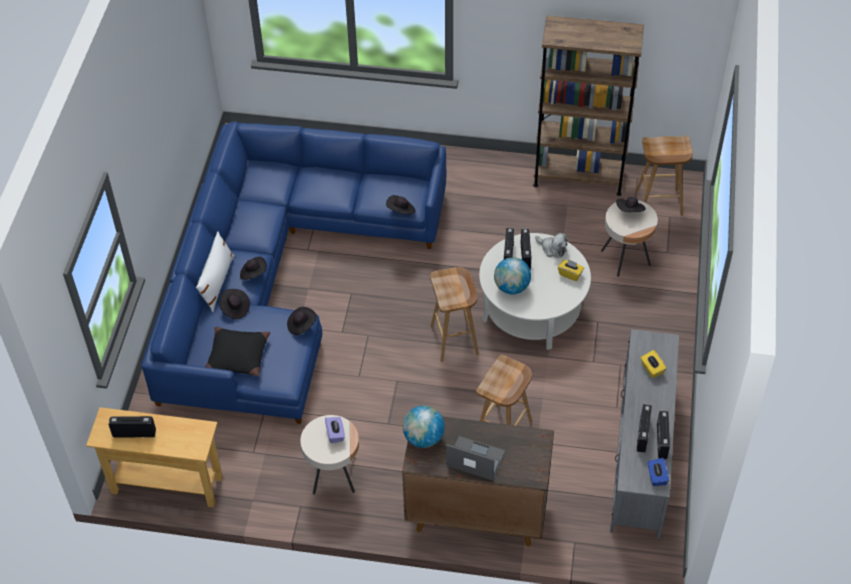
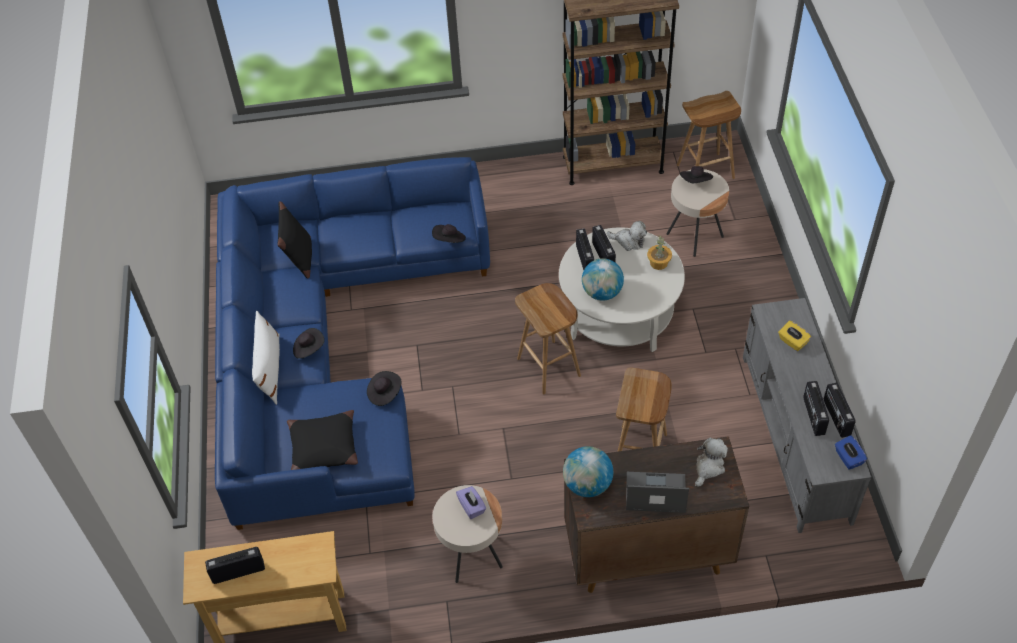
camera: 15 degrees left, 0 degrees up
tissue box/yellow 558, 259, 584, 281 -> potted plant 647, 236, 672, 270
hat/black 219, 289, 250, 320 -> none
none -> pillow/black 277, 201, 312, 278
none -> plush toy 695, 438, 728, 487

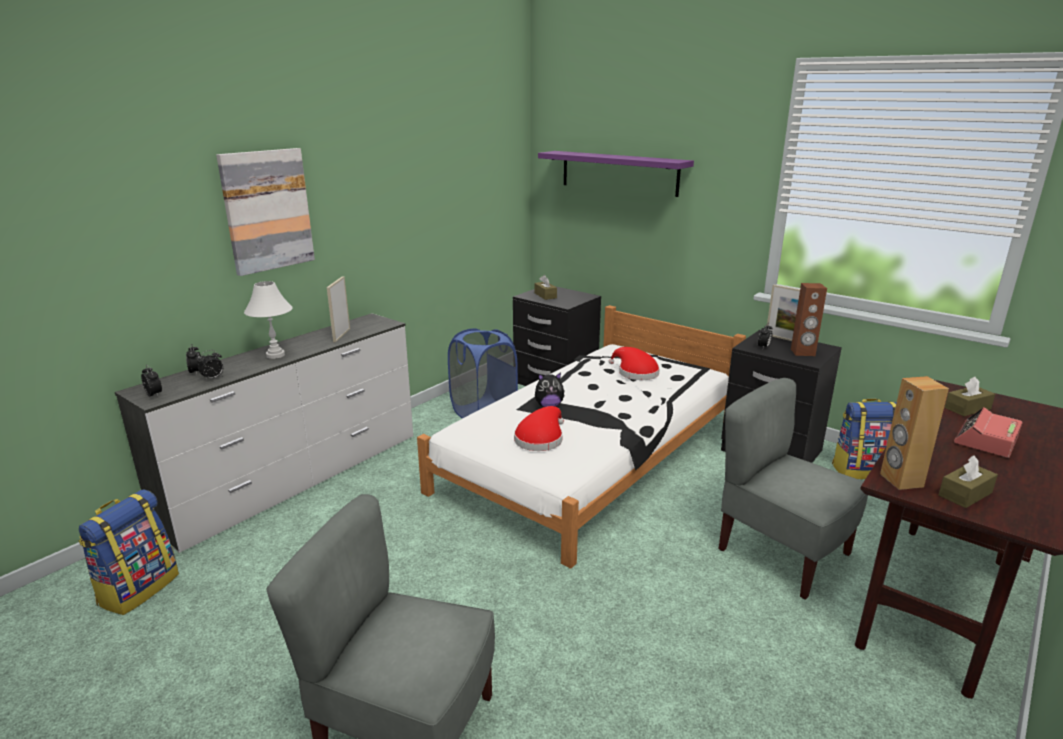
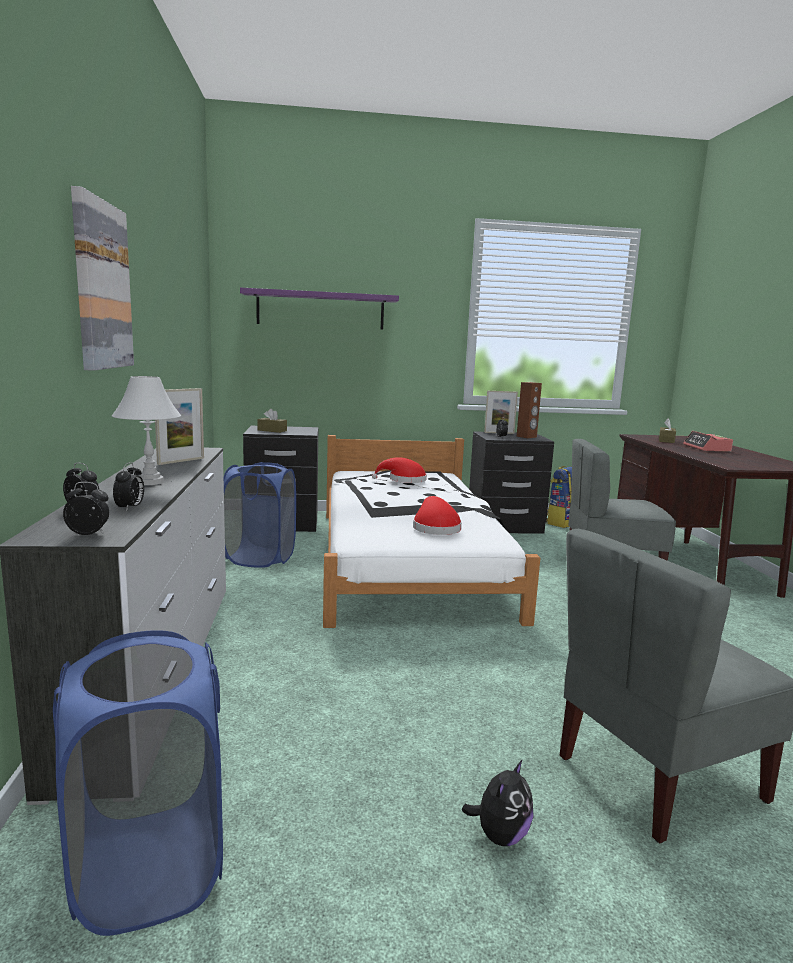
camera: 45 degrees left, 10 degrees down
picture frame 327, 276, 350, 342 -> picture frame 155, 388, 204, 465, 105 degrees counterclockwise
plush toy 535, 372, 565, 407 -> plush toy 462, 759, 534, 846, relocated
speaker/brown 880, 376, 949, 490 -> none
tissue box/brown 939, 455, 998, 508 -> none
backpack 78, 490, 179, 615 -> laundry basket/blue 53, 630, 223, 936

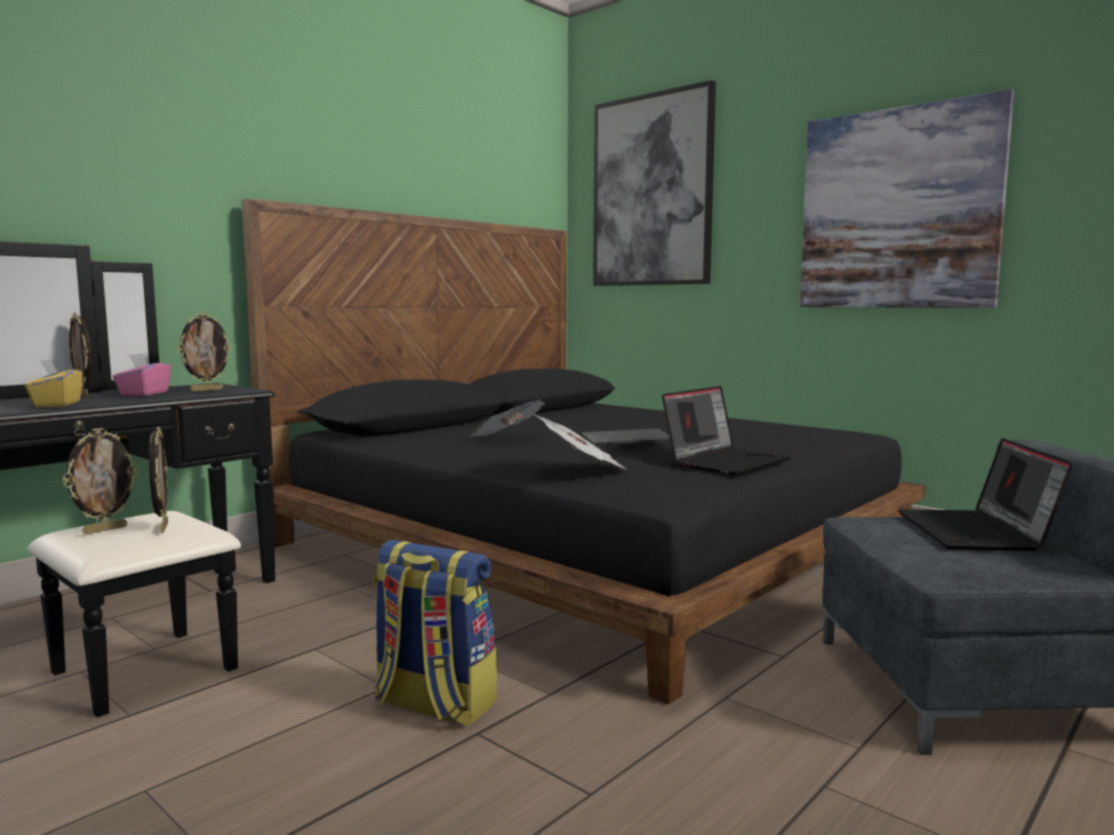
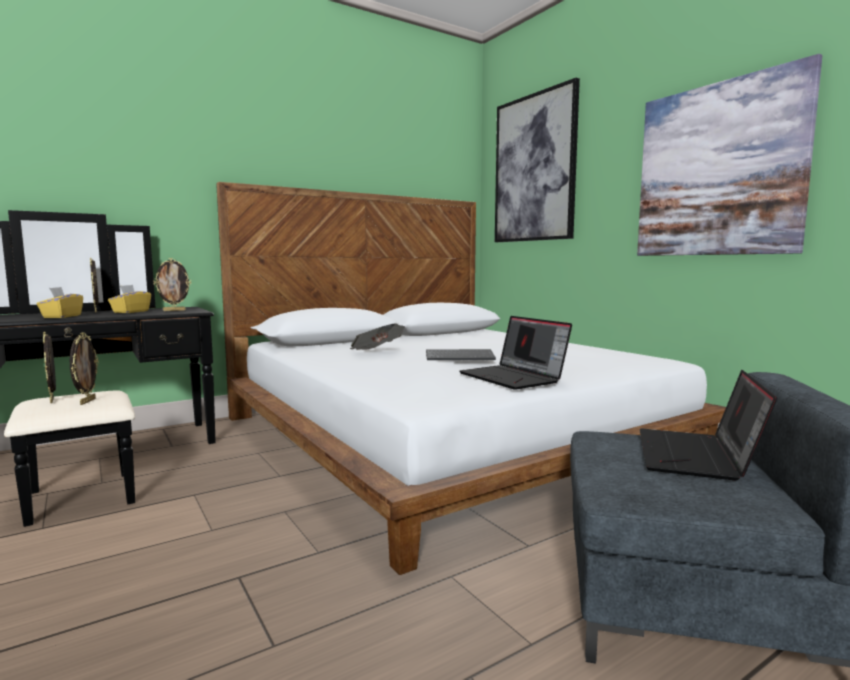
camera: 15 degrees right, 0 degrees up
bed/black 242, 199, 926, 704 -> bed/white 216, 182, 726, 575
tissue box/pink 113, 353, 171, 396 -> tissue box/yellow 108, 285, 151, 313
laptop 662, 386, 791, 475 -> laptop 459, 316, 572, 390, 90 degrees clockwise
newspaper 532, 414, 629, 470 -> none
picture frame 62, 428, 139, 534 -> picture frame 43, 332, 56, 403, 90 degrees clockwise
backpack 373, 540, 497, 726 -> none

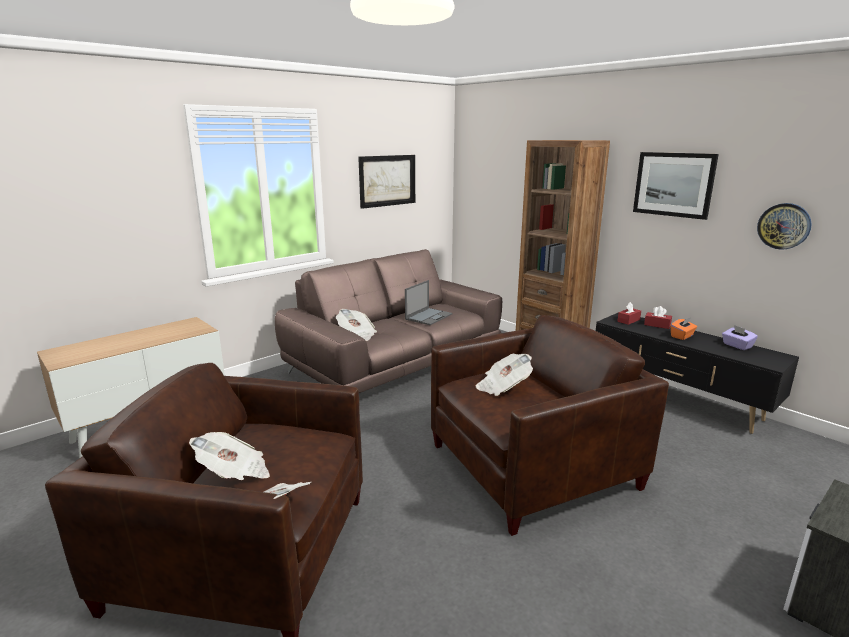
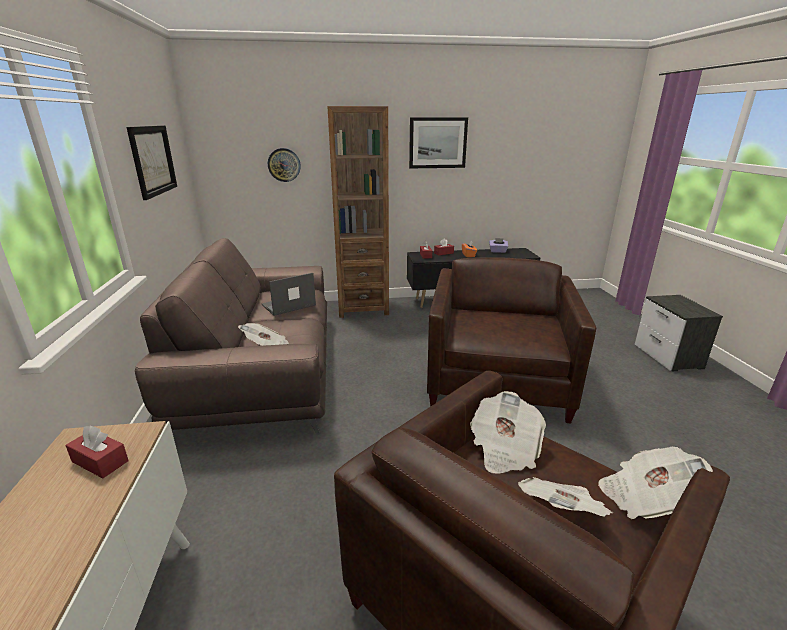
camera: 55 degrees left, 5 degrees up
wall clock 757, 203, 812, 250 -> wall clock 268, 148, 301, 182, relocated
laptop 405, 280, 453, 325 -> laptop 261, 273, 316, 316, 105 degrees counterclockwise
newspaper 476, 353, 533, 396 -> newspaper 470, 391, 546, 474, relocated
none -> tissue box/red 65, 426, 129, 478

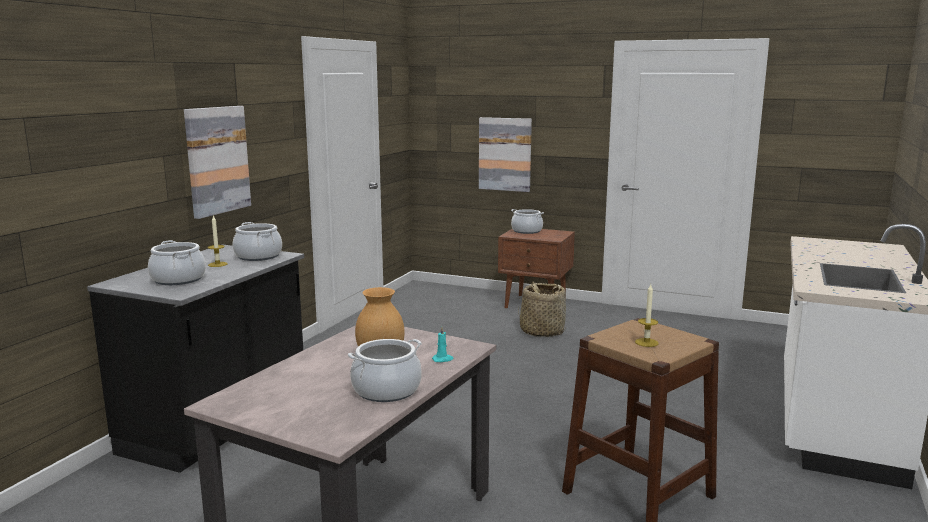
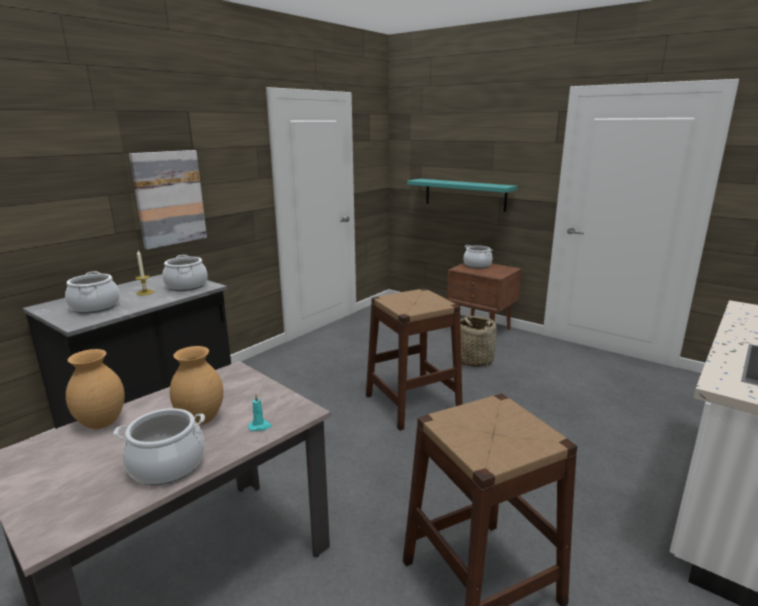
camera: 15 degrees right, 5 degrees up
picture 479, 117, 532, 192 -> shelf/turquoise 407, 179, 517, 212
candle 635, 284, 659, 347 -> none
none -> stool/brown 366, 289, 463, 431
none -> vase/brown 66, 349, 125, 429

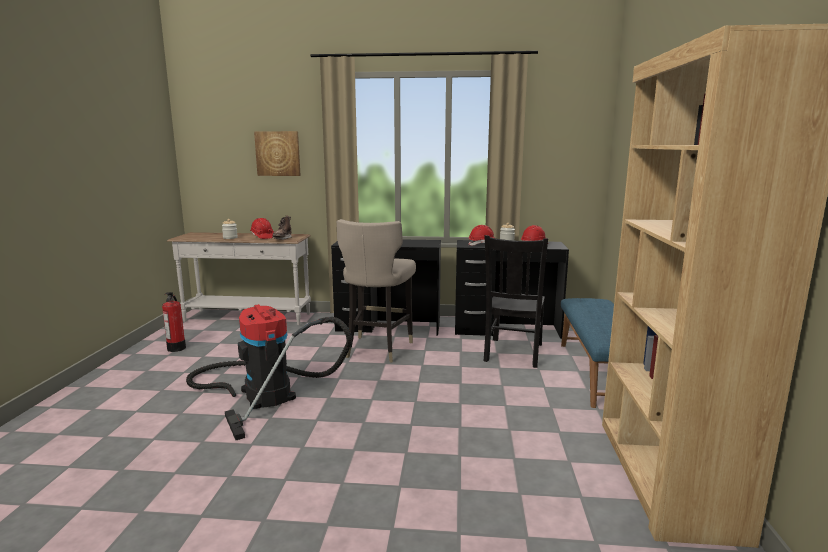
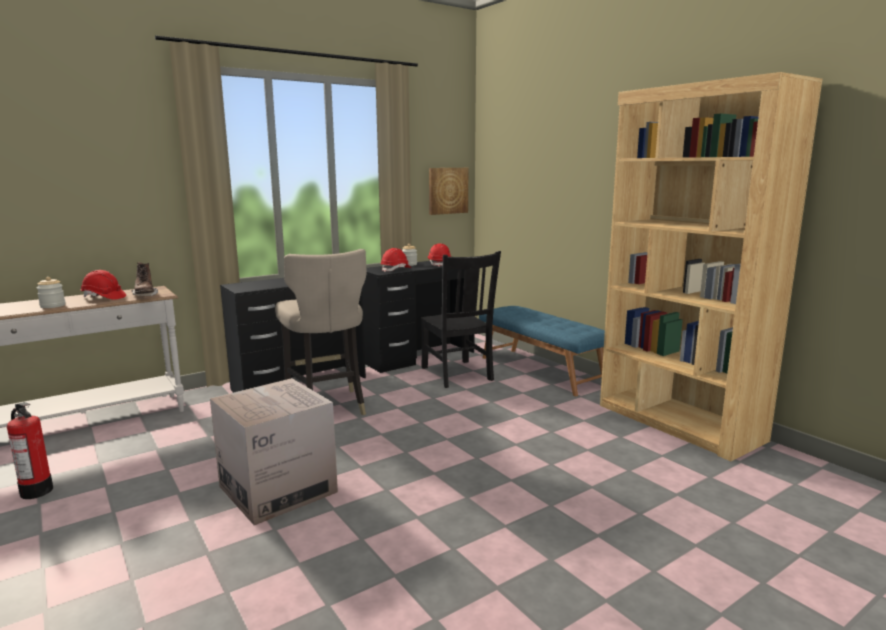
camera: 40 degrees left, 0 degrees up
picture 254, 131, 301, 176 -> picture 429, 168, 468, 215, relocated
vacuum cleaner 186, 304, 352, 440 -> cardboard box 210, 378, 338, 525

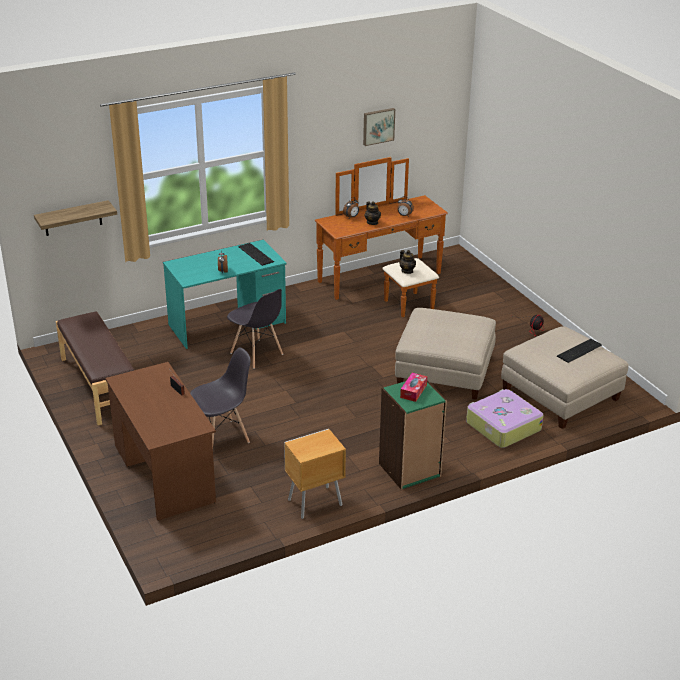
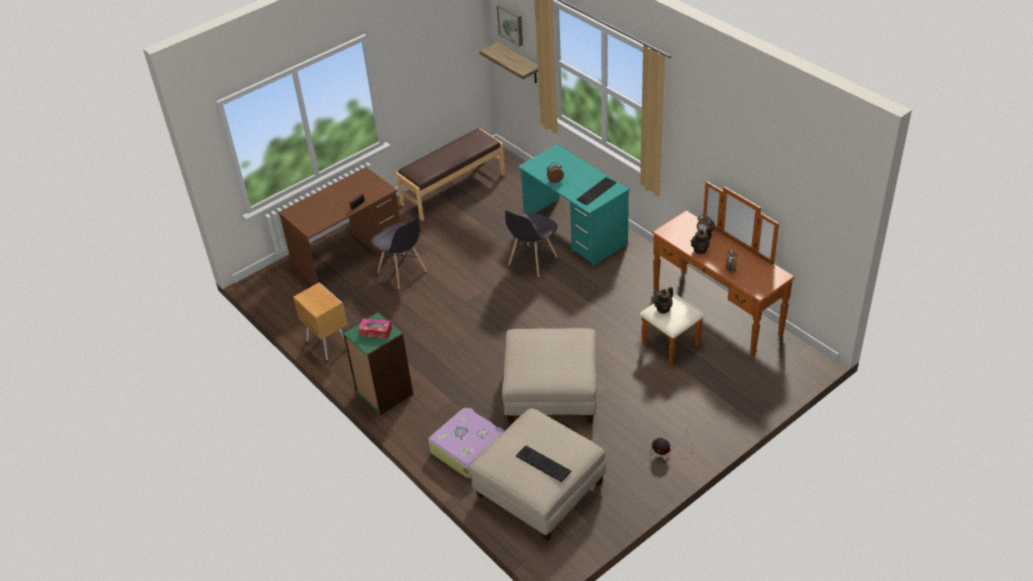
camera: 80 degrees right, 10 degrees up
picture 363, 108, 395, 146 -> picture 497, 4, 523, 46, relocated

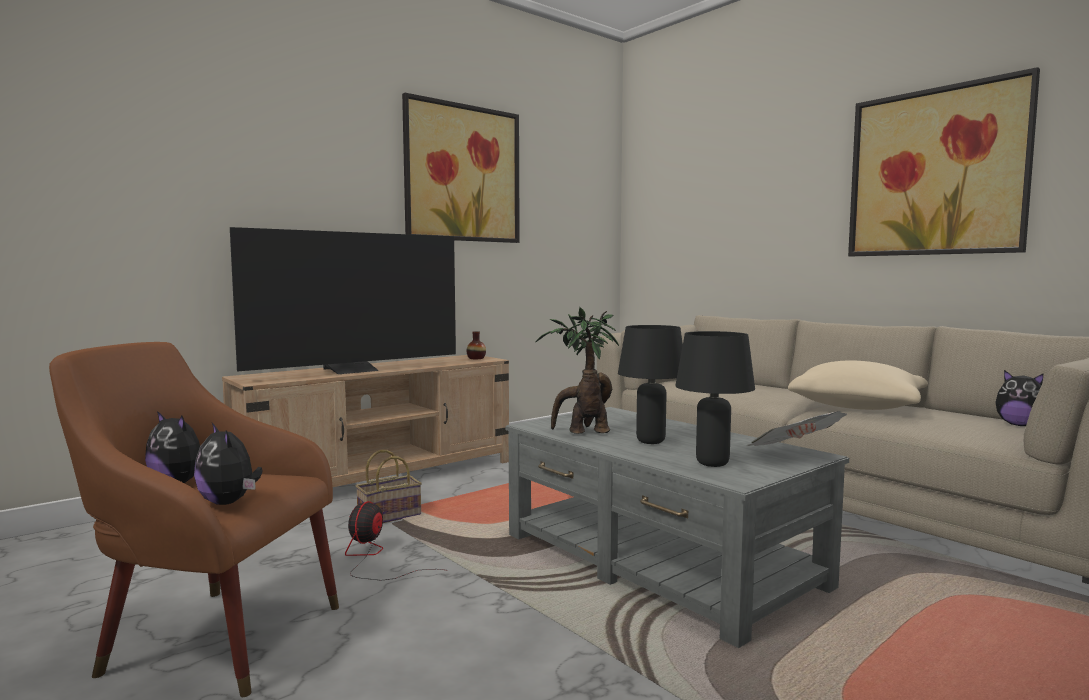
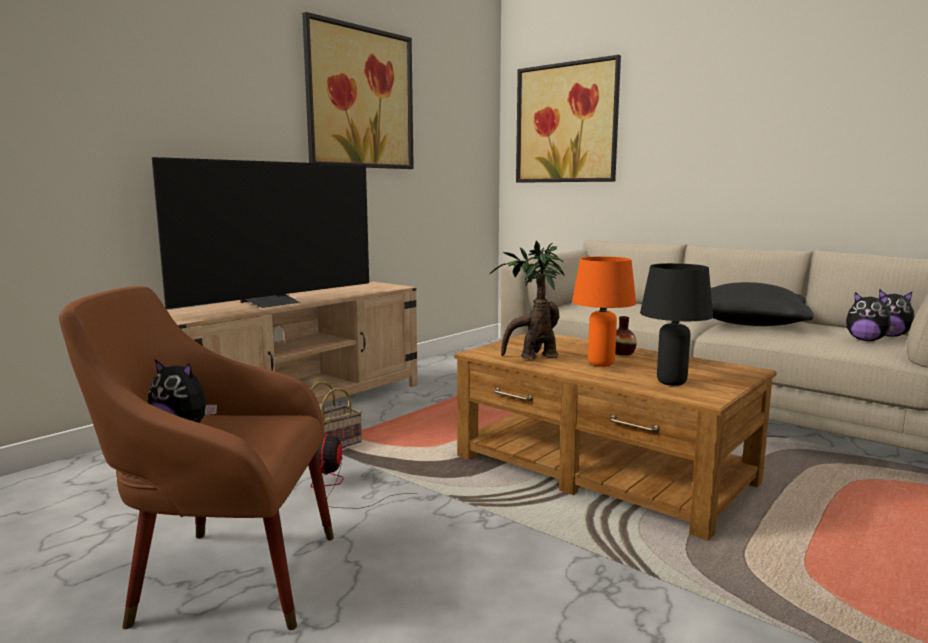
camera: 10 degrees left, 5 degrees up
picture 848, 67, 1040, 256 -> picture 516, 55, 621, 183, relocated
table lamp/black 618, 325, 683, 444 -> table lamp/orange 572, 256, 636, 367
vase 467, 331, 486, 359 -> vase 615, 316, 637, 355, relocated
pillow/beige 788, 361, 928, 410 -> pillow/black 711, 282, 814, 326
coffee table/grey 505, 407, 849, 648 -> coffee table/brown 454, 334, 777, 541
newspaper 746, 411, 847, 446 -> none
plush toy 194, 423, 262, 505 -> plush toy 846, 292, 895, 341, relocated

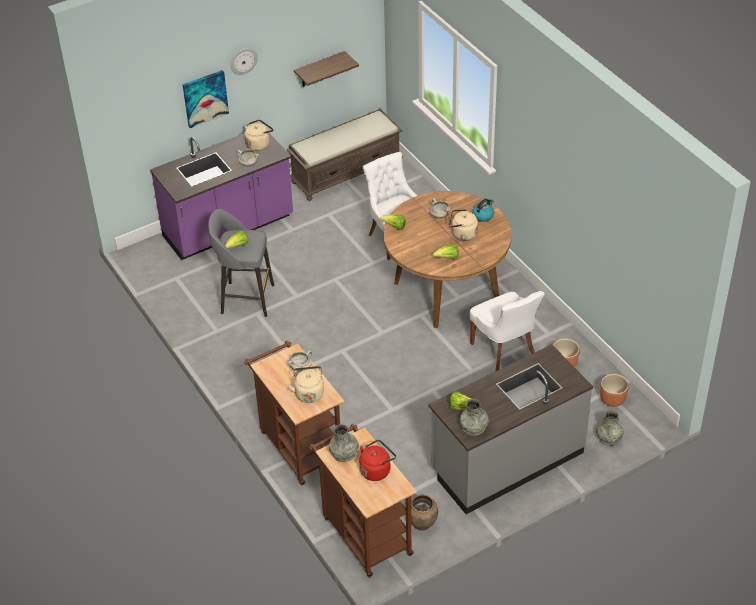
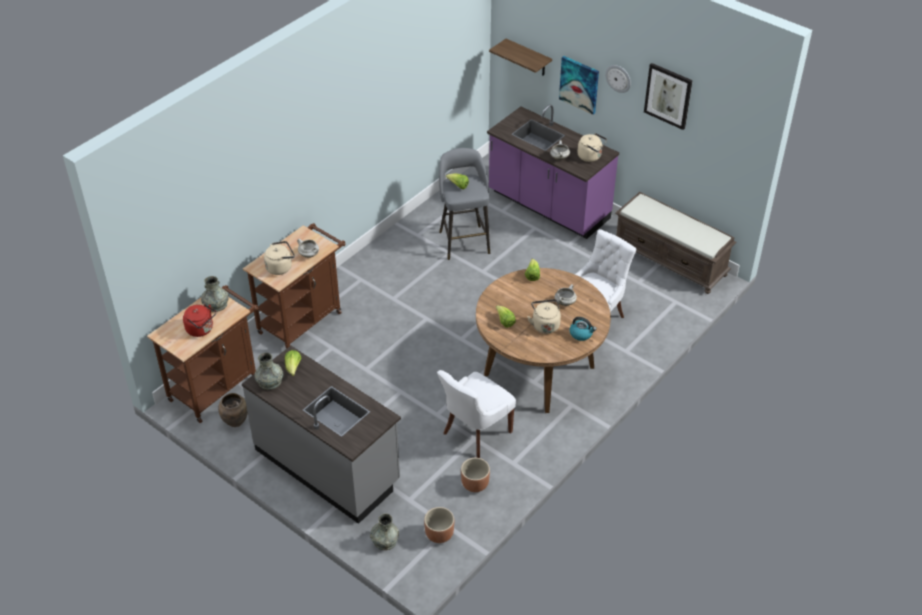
camera: 70 degrees right, 0 degrees up
shelf 294, 51, 359, 87 -> shelf 489, 39, 552, 76, relocated
none -> picture 644, 63, 693, 130

